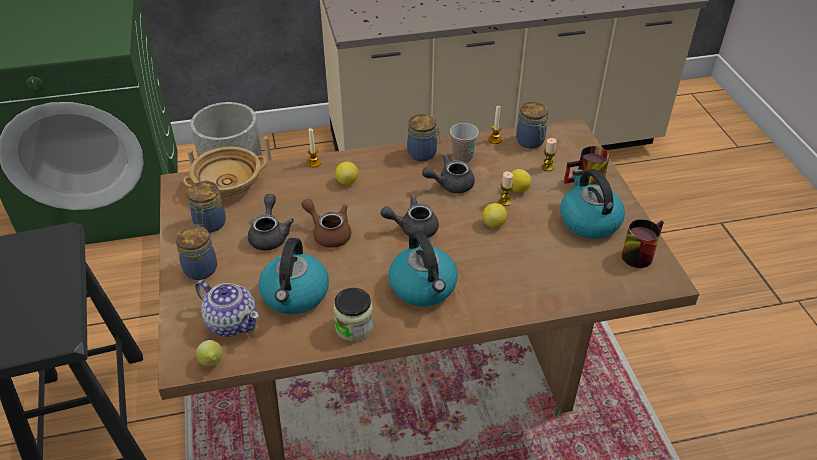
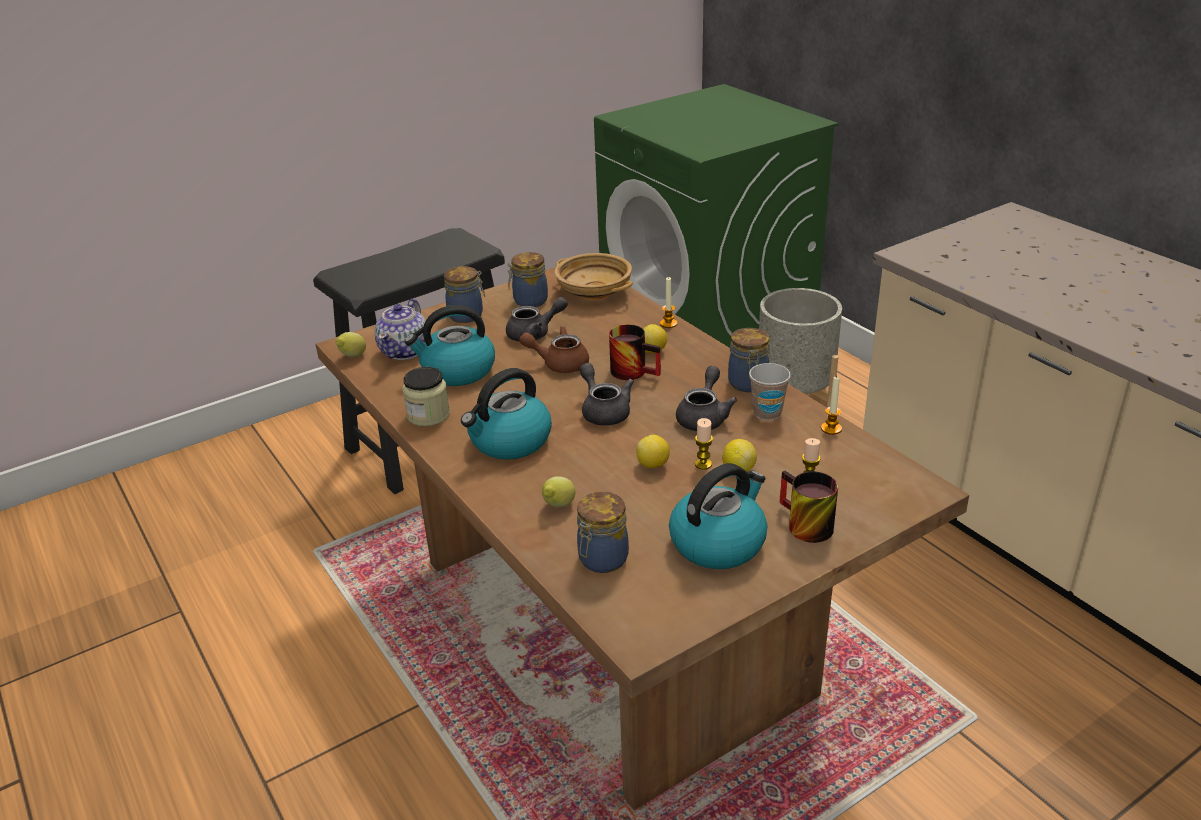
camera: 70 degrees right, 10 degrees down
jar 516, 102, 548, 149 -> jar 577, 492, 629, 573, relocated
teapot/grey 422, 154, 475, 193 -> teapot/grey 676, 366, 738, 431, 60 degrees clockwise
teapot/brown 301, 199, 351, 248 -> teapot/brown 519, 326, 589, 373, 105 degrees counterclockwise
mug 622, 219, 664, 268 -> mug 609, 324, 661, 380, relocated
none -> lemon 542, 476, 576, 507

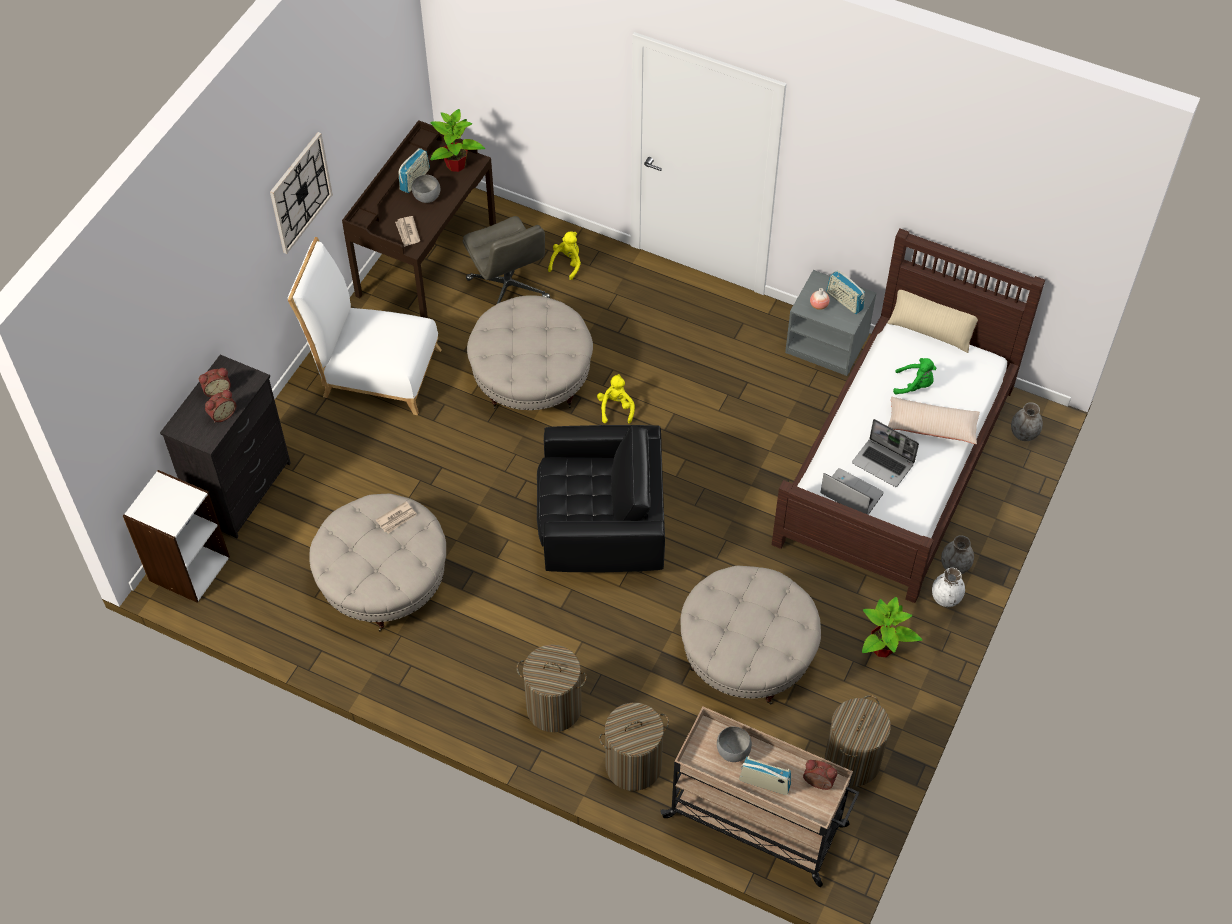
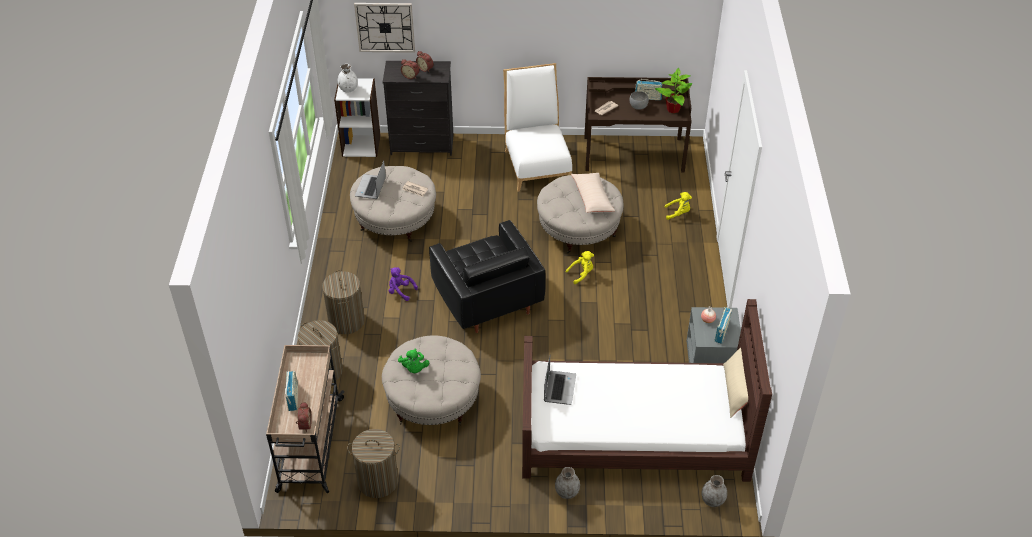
camera: 65 degrees right, 10 degrees down
wall clock 270, 132, 333, 254 -> wall clock 354, 3, 415, 53, relocated
office chair/grey 463, 216, 550, 304 -> none
plush toy/green 893, 358, 936, 394 -> plush toy/green 398, 349, 429, 373, relocated
pillow/beige 888, 397, 980, 444 -> pillow/beige 571, 173, 615, 213, relocated
laptop 852, 419, 919, 487 -> laptop 355, 161, 386, 199, relocated
vase/white 932, 568, 965, 607 -> vase/white 338, 64, 358, 93, relocated
potted plant 862, 597, 922, 657 -> none
bowl/grey 717, 726, 752, 762 -> none
none -> plush toy/purple 388, 267, 418, 301

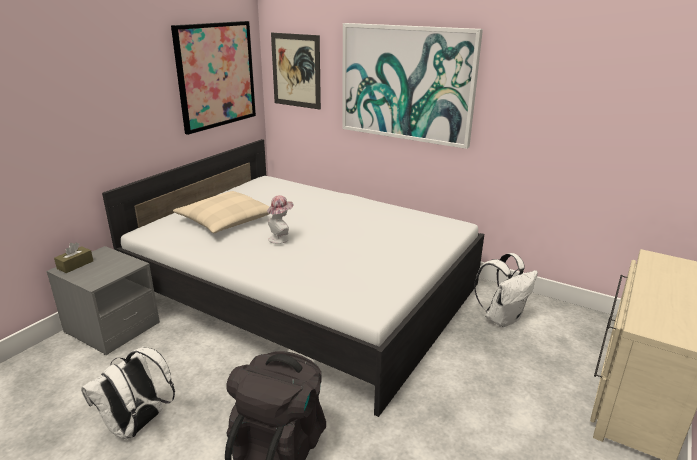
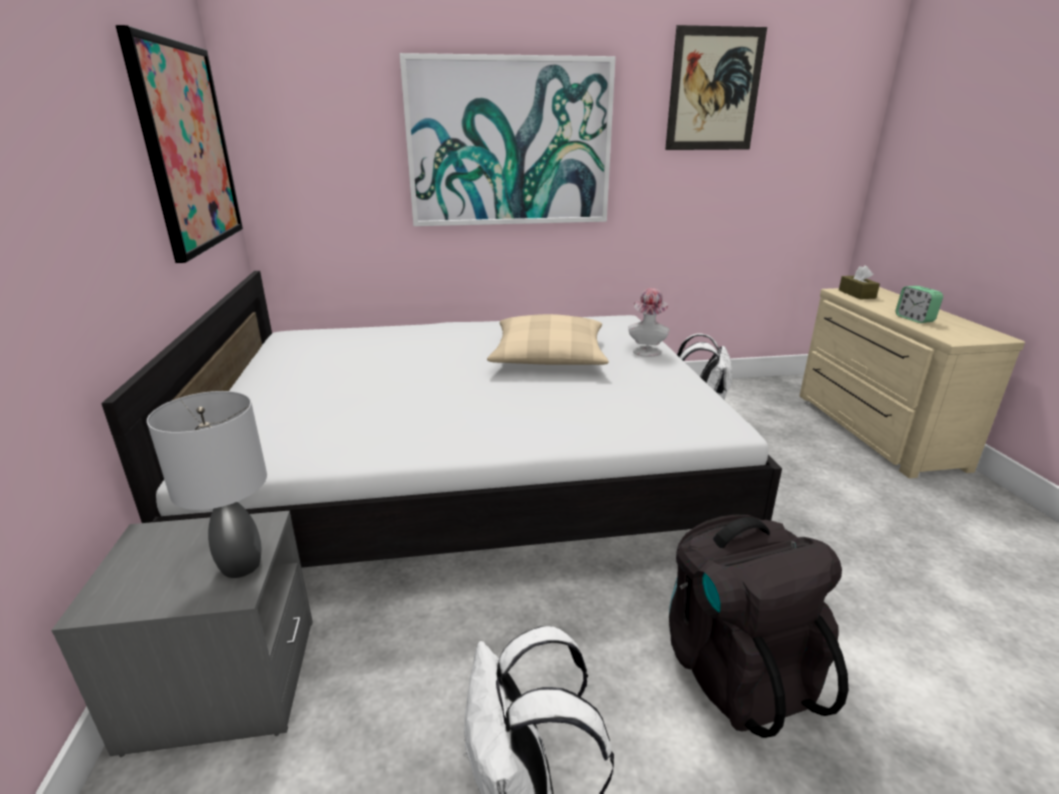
camera: 40 degrees left, 0 degrees up
picture 271, 33, 321, 110 -> picture 665, 25, 767, 150, relocated
pillow/beige 173, 191, 270, 234 -> pillow/beige 487, 314, 609, 365, relocated
hat 267, 195, 293, 244 -> hat 628, 288, 670, 357, relocated
tissue box/brown 54, 242, 93, 273 -> tissue box/brown 839, 265, 880, 299, relocated
none -> alarm clock 895, 286, 943, 323
none -> table lamp/grey 147, 391, 267, 578

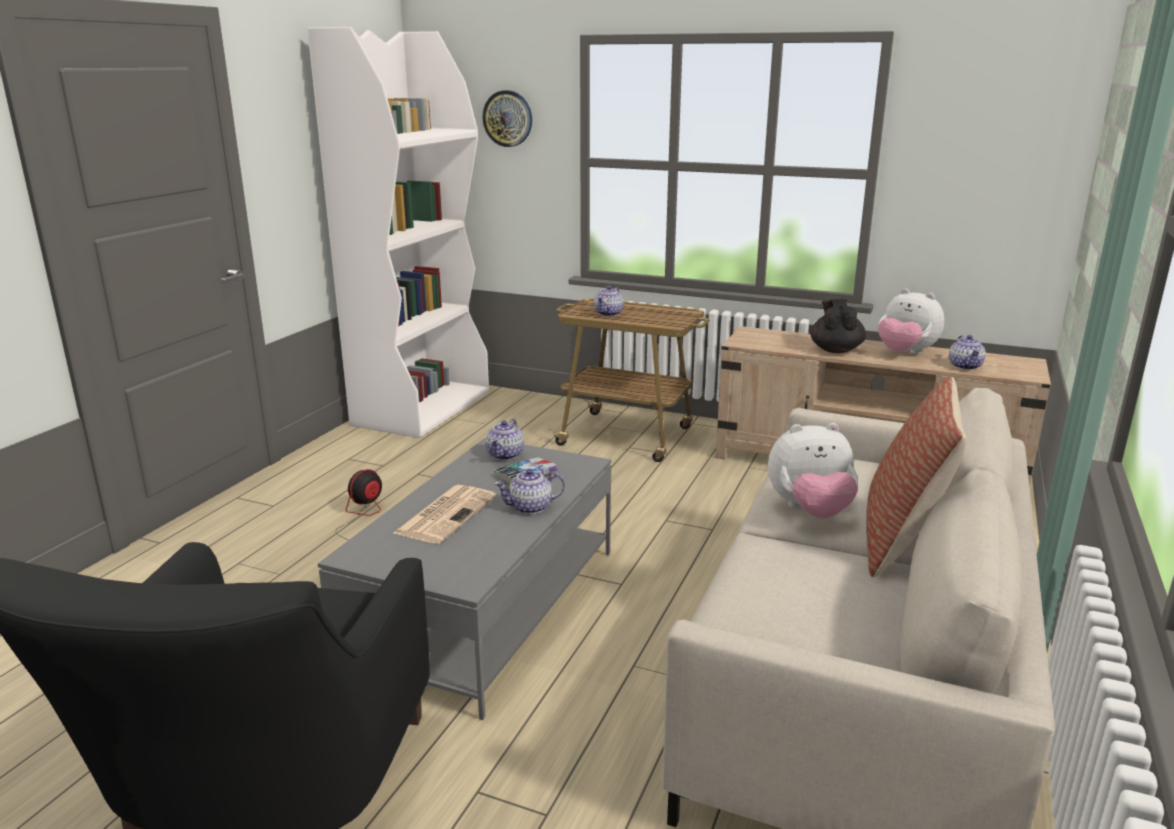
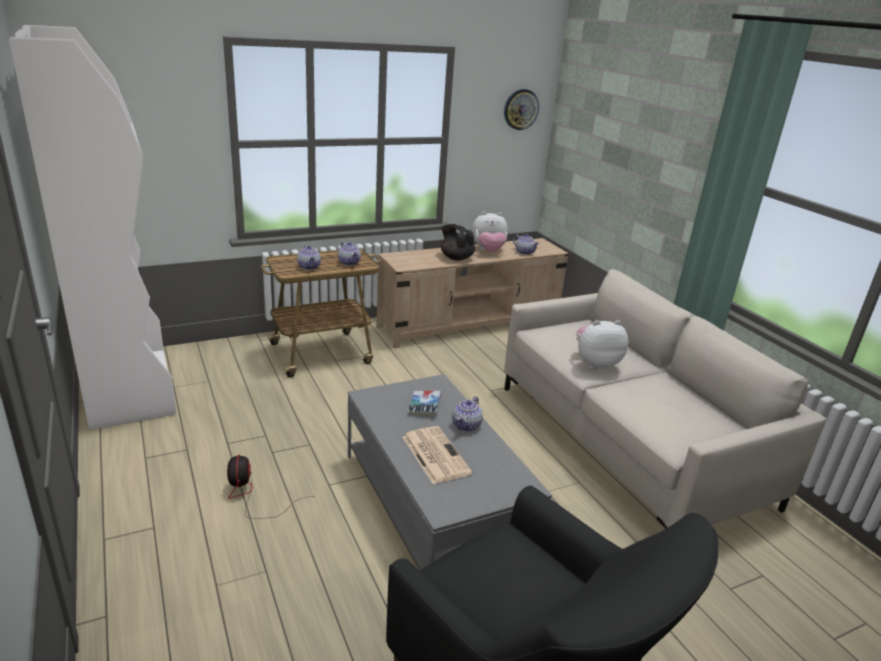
camera: 50 degrees left, 5 degrees up
wall clock 482, 90, 532, 147 -> wall clock 504, 89, 539, 130, relocated
pillow 866, 376, 966, 578 -> none
teapot 486, 419, 524, 460 -> teapot 338, 242, 361, 266, relocated
plush toy 768, 423, 858, 519 -> plush toy 576, 320, 628, 369, 135 degrees counterclockwise

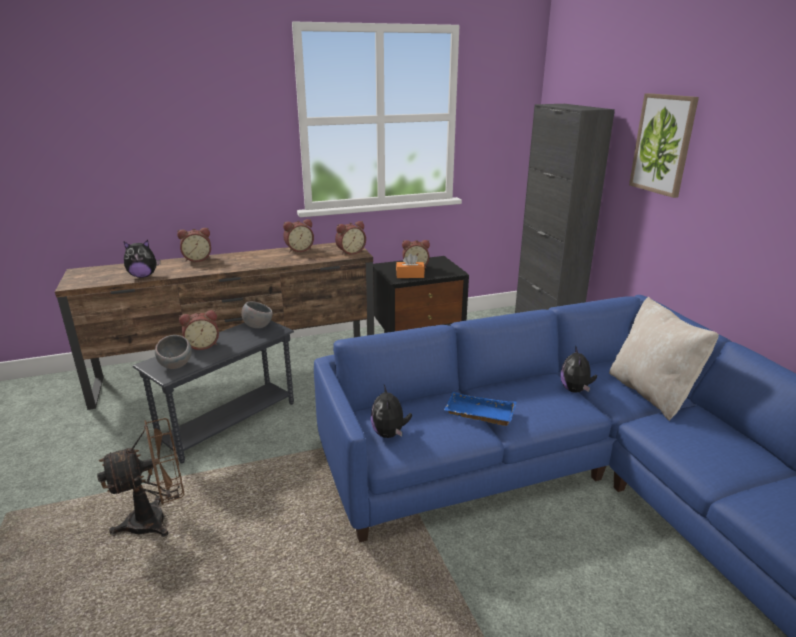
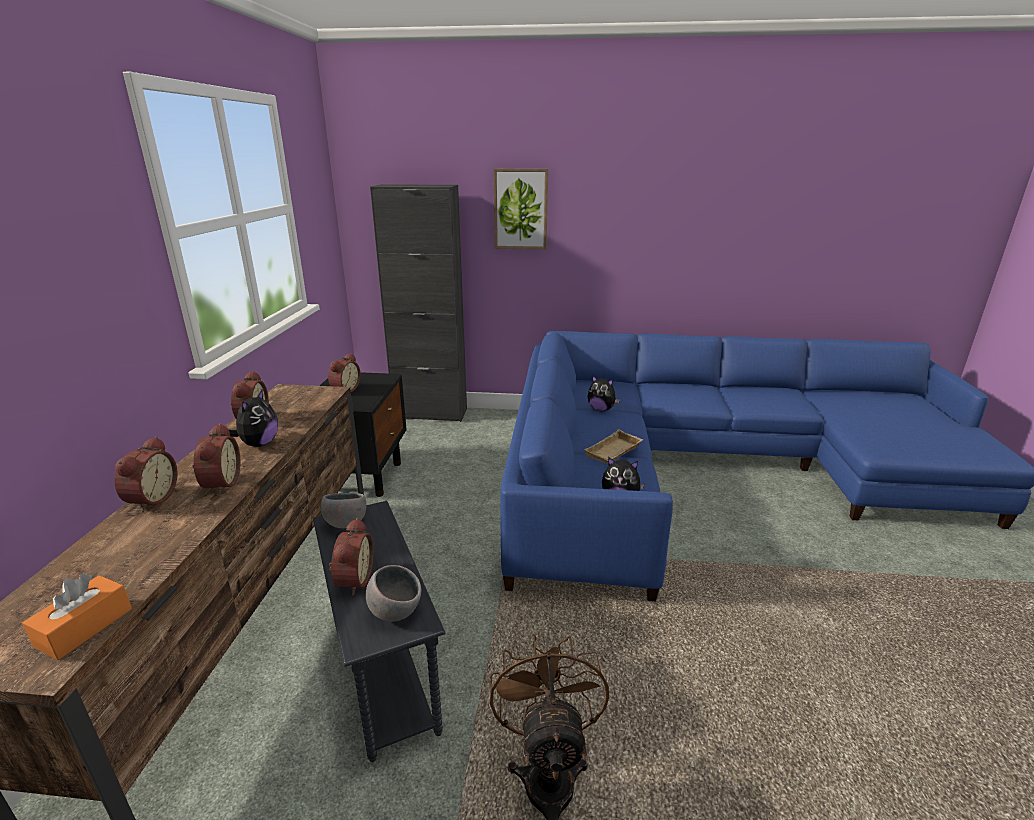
camera: 65 degrees left, 0 degrees up
alarm clock 335, 221, 366, 255 -> alarm clock 192, 423, 240, 495, relocated
plush toy 123, 240, 161, 278 -> plush toy 228, 390, 278, 447, relocated
tissue box/orange 396, 253, 425, 278 -> tissue box/orange 22, 574, 132, 660, relocated
pillow/beige 609, 297, 719, 421 -> none
tray/blue 444, 392, 516, 426 -> tray/beige 584, 429, 643, 464

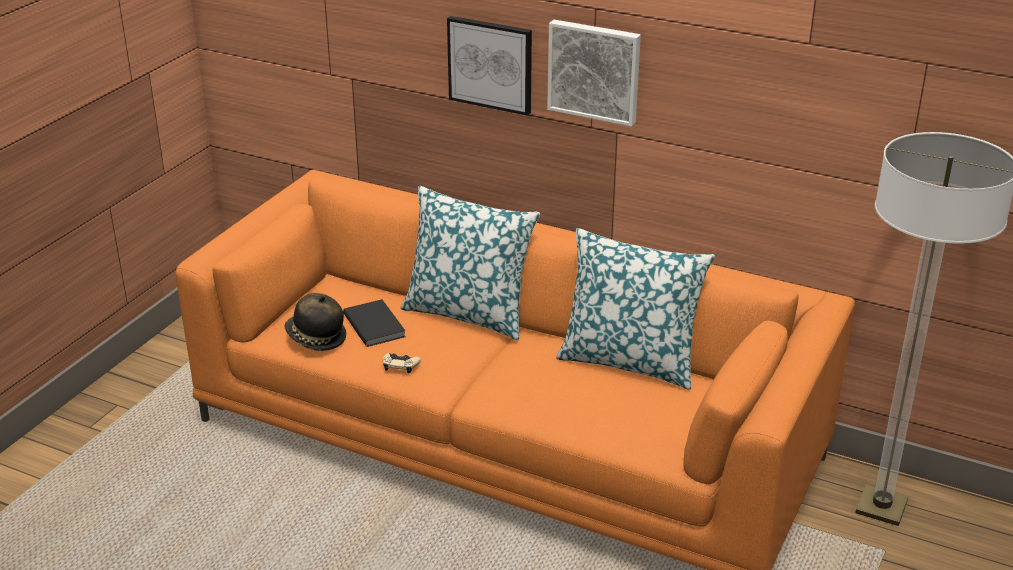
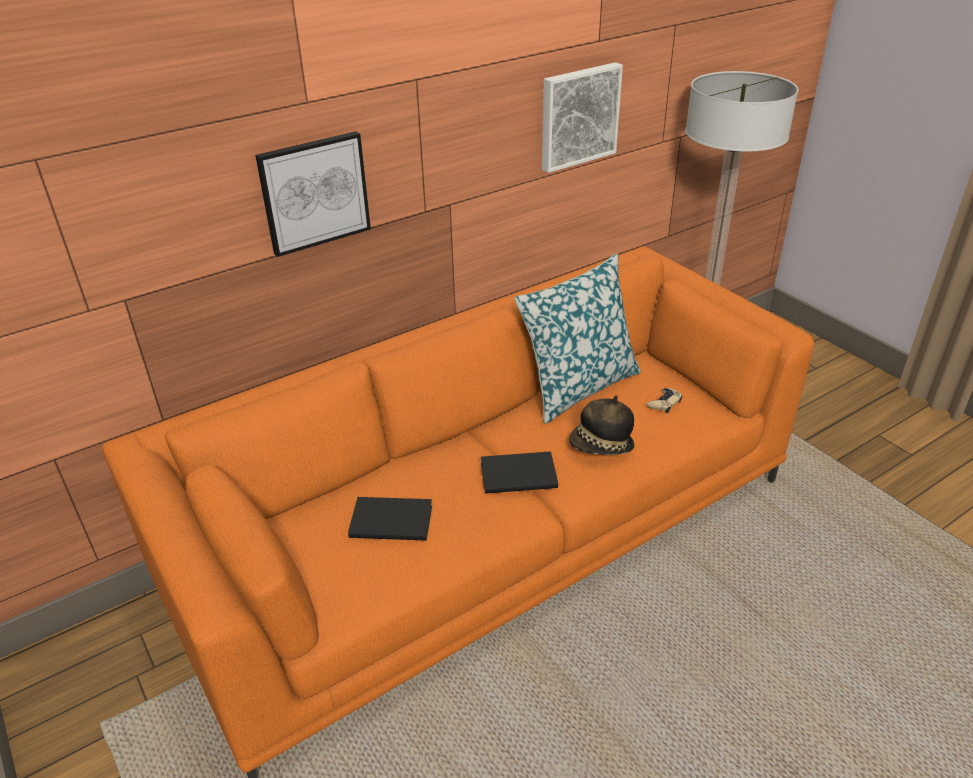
camera: 60 degrees left, 5 degrees up
picture 547, 20, 641, 126 -> picture 542, 62, 623, 173, relocated
pillow 401, 186, 540, 340 -> none
hat 284, 293, 346, 351 -> hat 569, 395, 634, 455, relocated
game controller/beige 383, 353, 421, 374 -> game controller/beige 647, 388, 682, 413, relocated
none -> book/black 481, 451, 558, 494

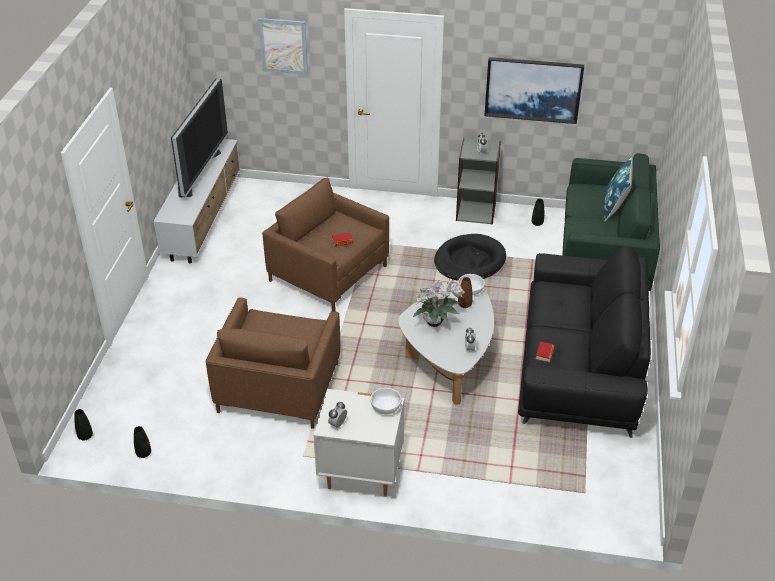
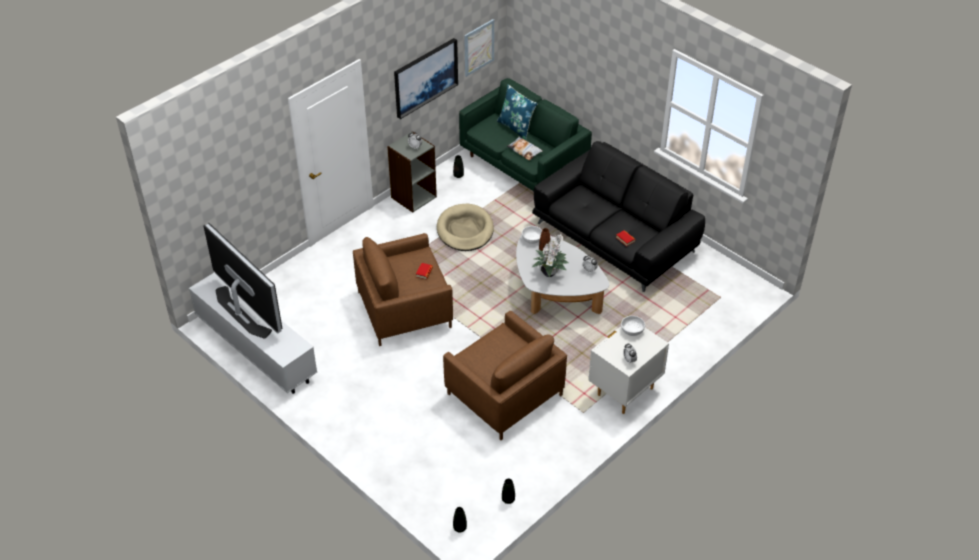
camera: 55 degrees left, 5 degrees up
picture 258, 18, 308, 75 -> picture 464, 19, 494, 77, relocated
dog bed/black 434, 234, 506, 281 -> dog bed/beige 437, 204, 494, 251
none -> pillow 507, 137, 543, 161

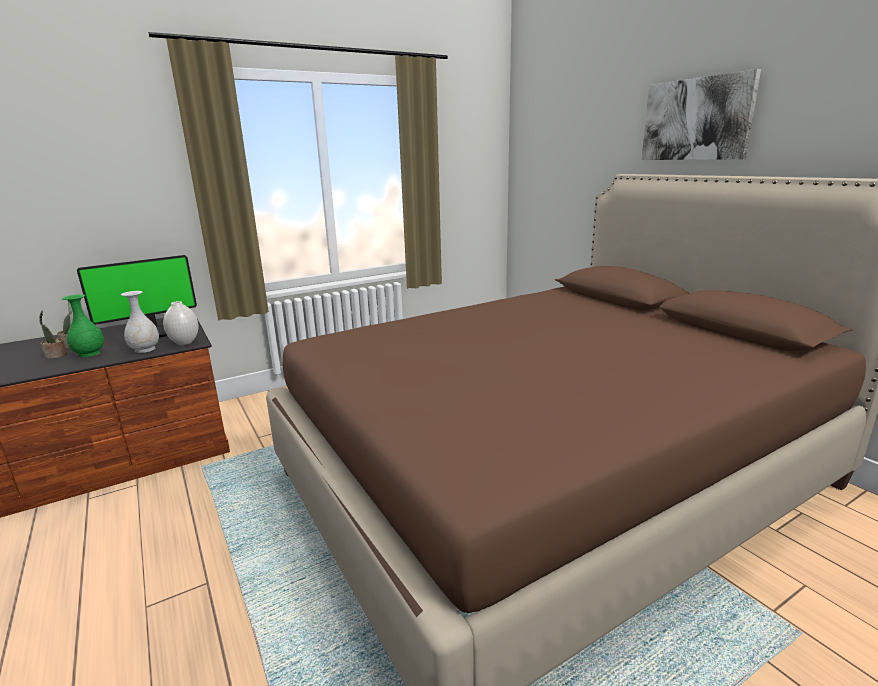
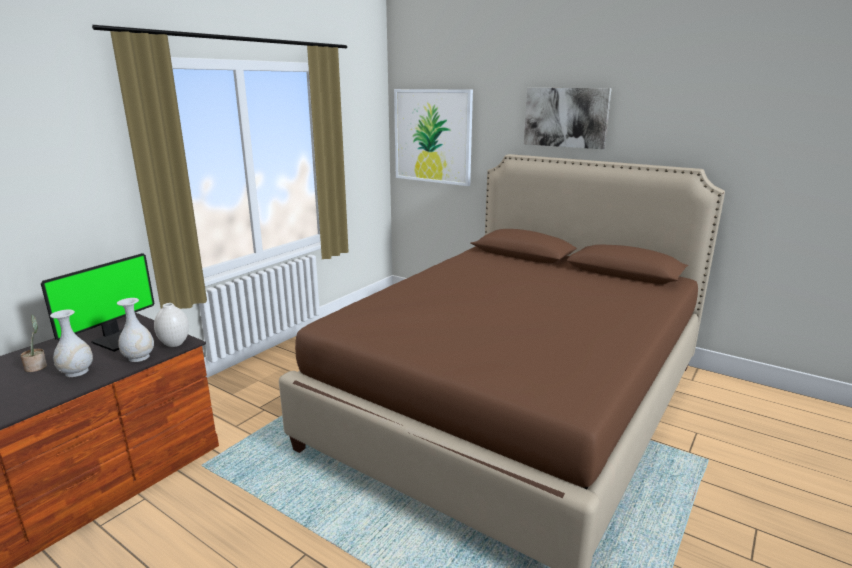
camera: 25 degrees left, 0 degrees up
vase/green 62, 294, 104, 357 -> vase/white 50, 310, 93, 377
potted plant 40, 311, 67, 359 -> none
none -> picture 394, 89, 473, 186

